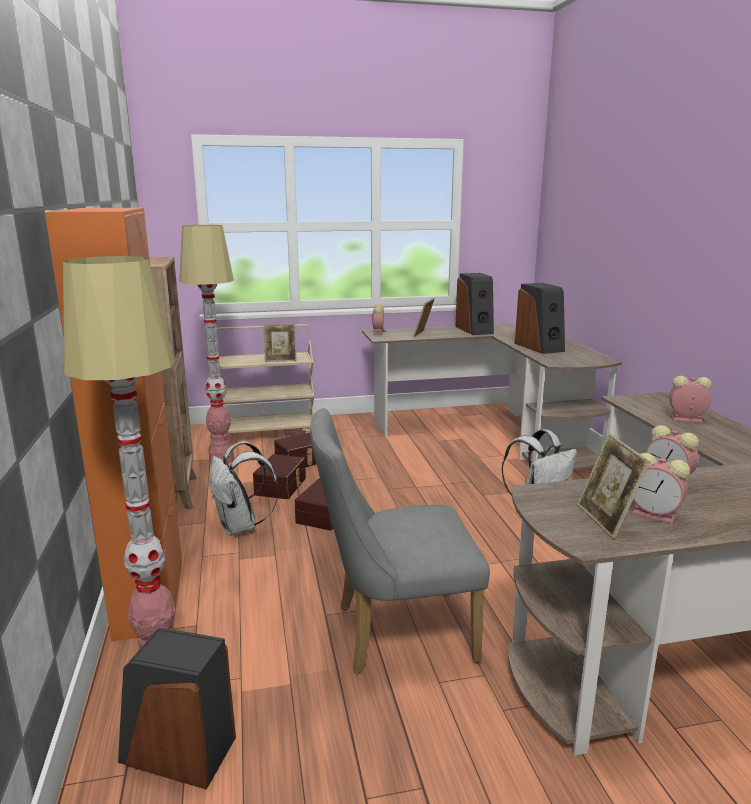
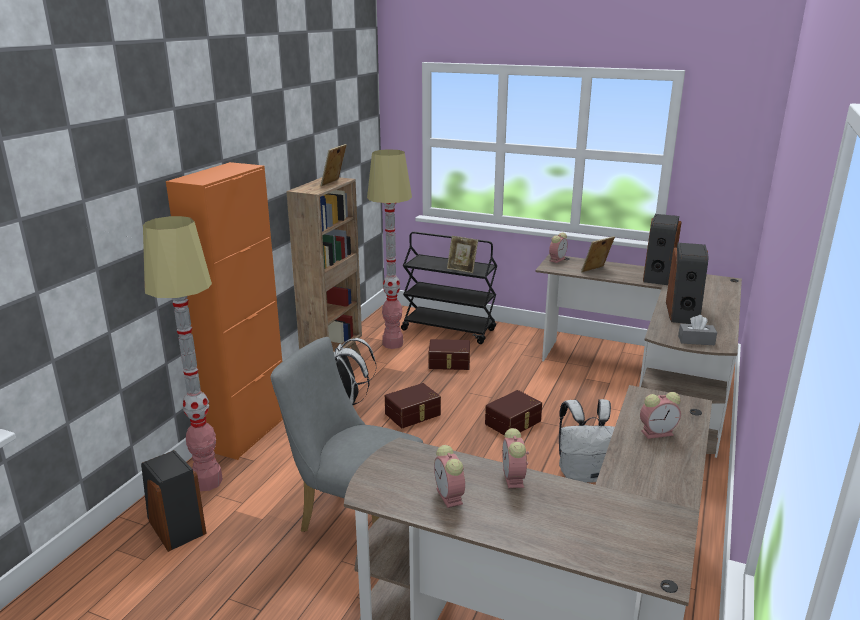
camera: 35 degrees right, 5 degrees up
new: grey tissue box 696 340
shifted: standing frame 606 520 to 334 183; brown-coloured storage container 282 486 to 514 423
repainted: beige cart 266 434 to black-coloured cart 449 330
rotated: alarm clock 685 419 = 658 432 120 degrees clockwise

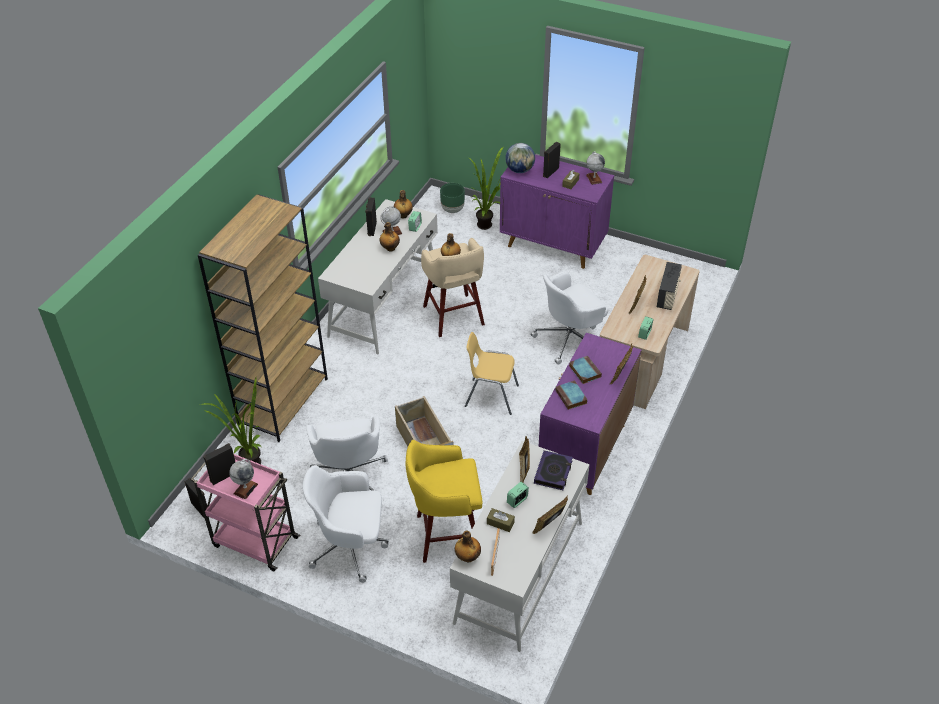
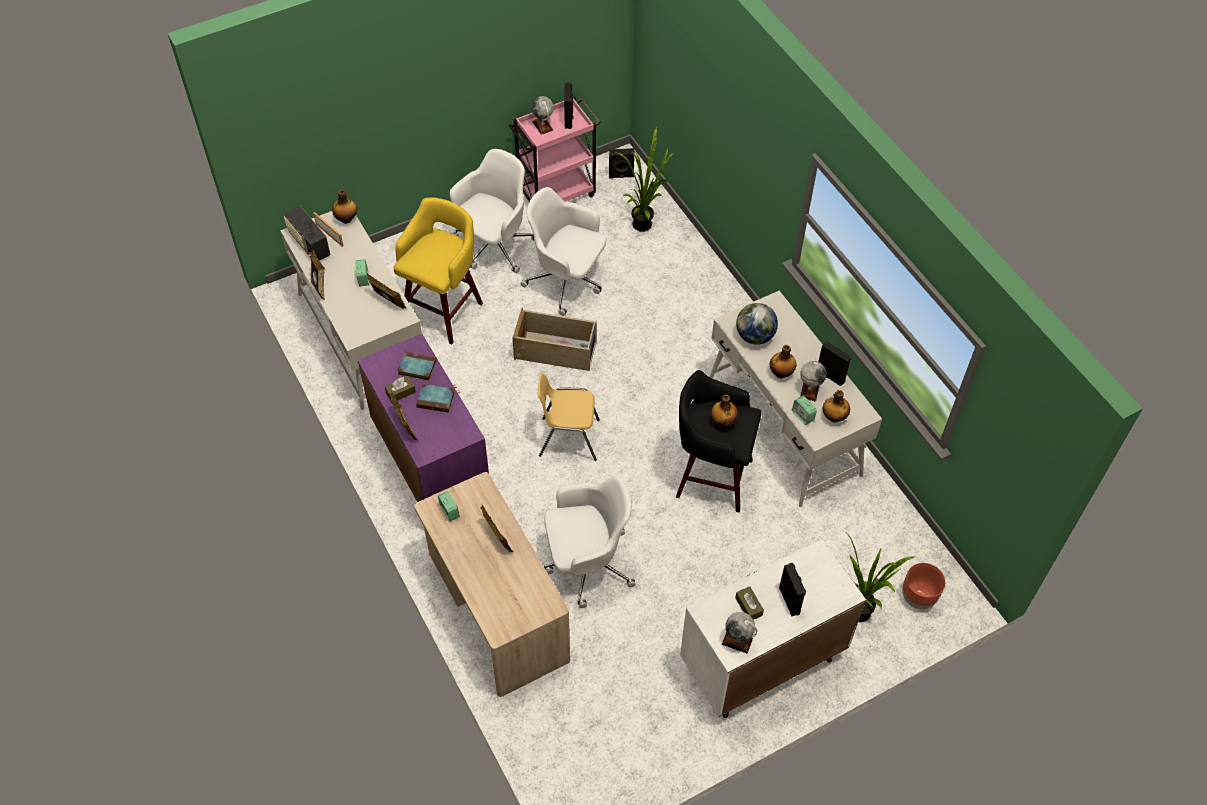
camera: 125 degrees right, 10 degrees up
gone: brown-coloured bookshelf 283 402; bound book 553 472
shifted: radio 668 295 to 309 244; brown-coloured tissue box 500 523 to 400 392; globe 520 170 to 754 336
repainted: beige sitting stool 454 317 to black-coloured sitting stool 711 477; purple storage cabinet 553 245 to white-coloured storage cabinet 760 663; green-coloured flower pot 453 209 to brown-coloured flower pot 918 598
rotated: yellowish plain chair 491 396 = 568 438 135 degrees counterclockwise; white-coloured desk chair 570 339 = 587 563 75 degrees clockwise

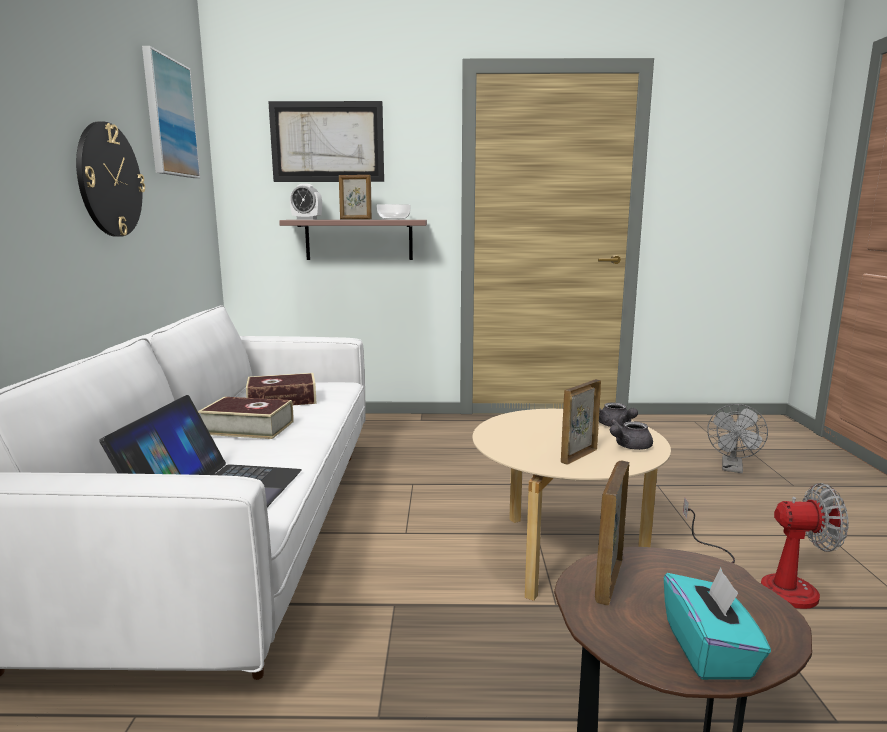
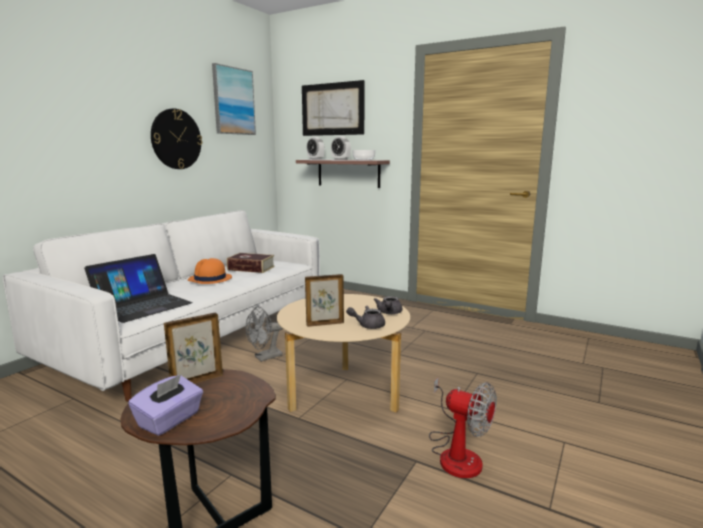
camera: 30 degrees right, 0 degrees up
shifted: grey electric fan 732 468 to 264 357
swapped: bound book 248 427 to orangey hat 210 279; standing frame 355 219 to alarm clock 340 159
repainted: turquoise tissue box 709 651 to purple tissue box 170 420

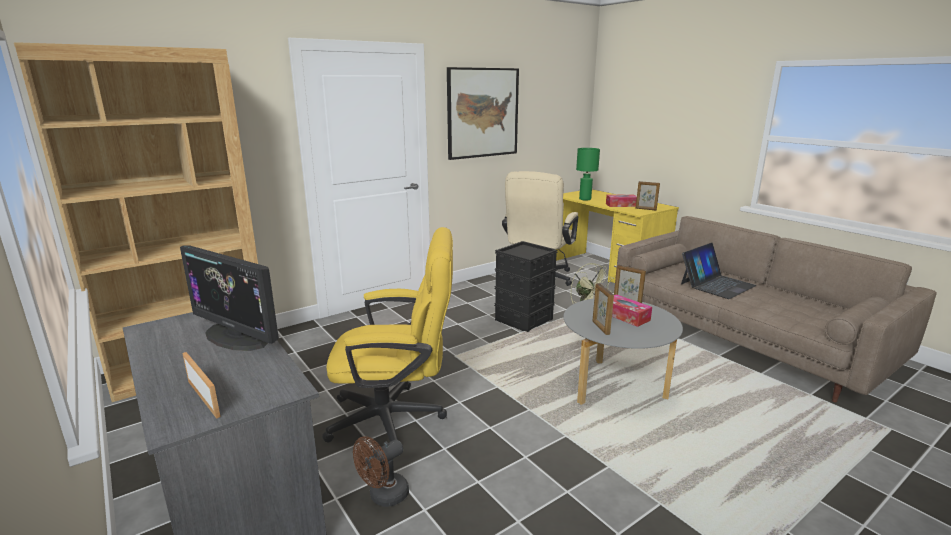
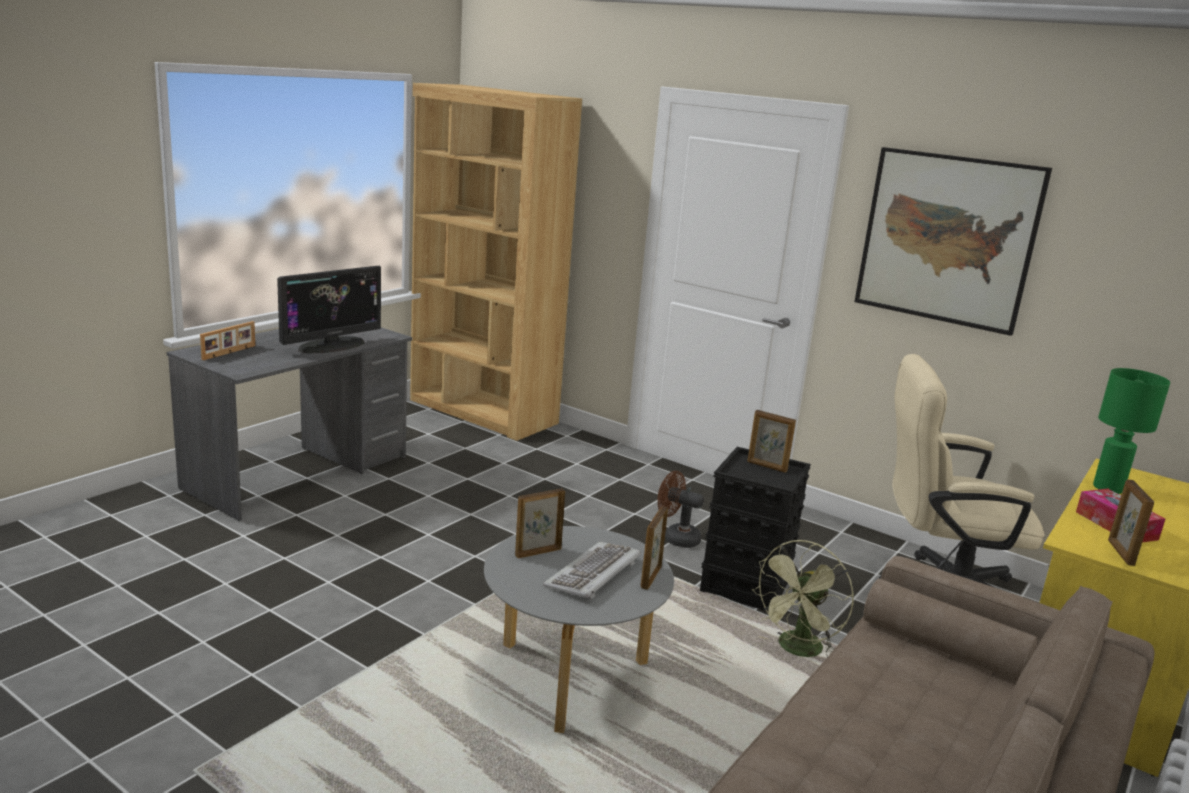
camera: 70 degrees right, 0 degrees up
gone: yellowish desk chair 397 418; notebook computer 717 284
new: standing frame 767 466
shifted: brown-coloured electric fan 383 497 to 676 538
swapped: tissue box 625 316 to PC keyboard 594 574
rotated: computer screen 237 337 = 331 345 150 degrees counterclockwise

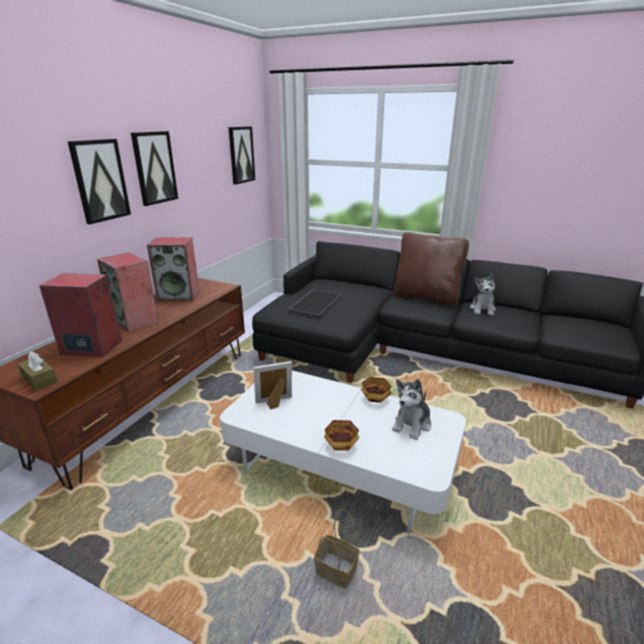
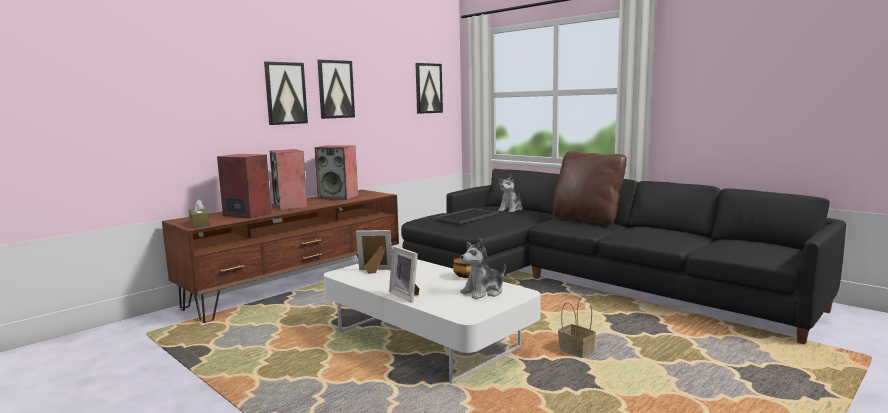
camera: 20 degrees right, 15 degrees down
shifted: soft toy 482 309 to 511 209; household basket 334 571 to 575 351
swapped: bowl 342 446 to standing frame 406 295

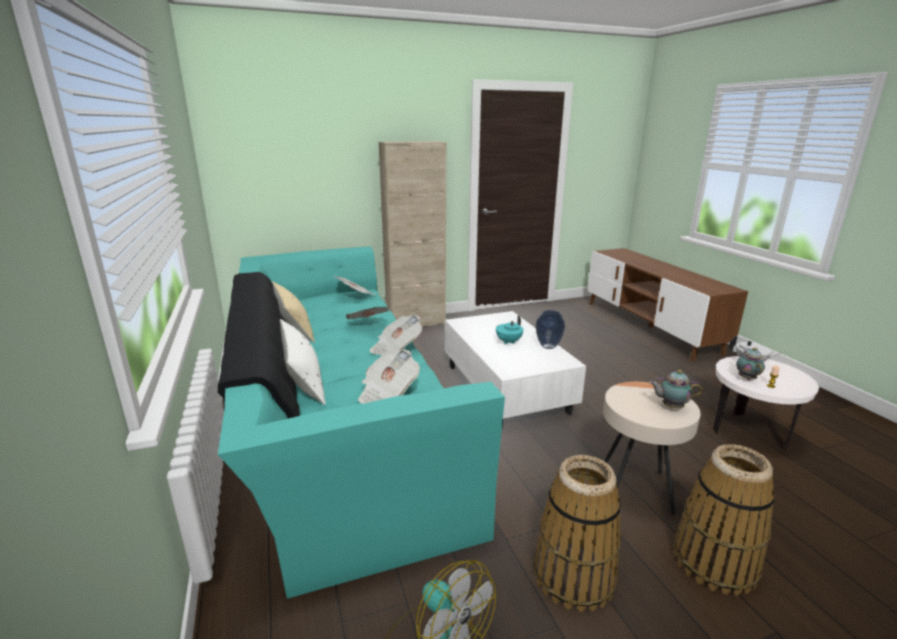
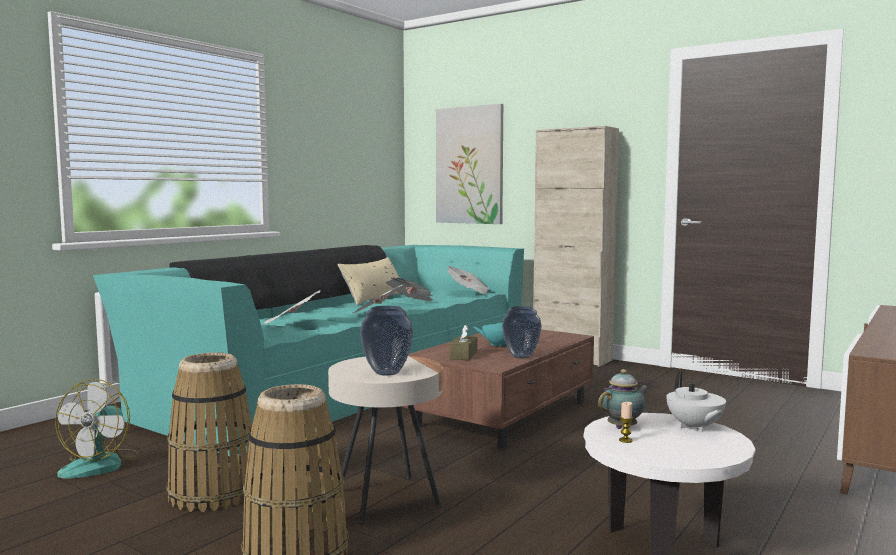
camera: 55 degrees right, 15 degrees down
gone: white-coloured throw pillow 303 380
new: wall picture 469 165; brown-coloured tissue box 463 355
swapped: tea pot 670 407 to flower vase 387 373
repainted: white-coloured lounge table 505 387 to brown-coloured lounge table 505 413

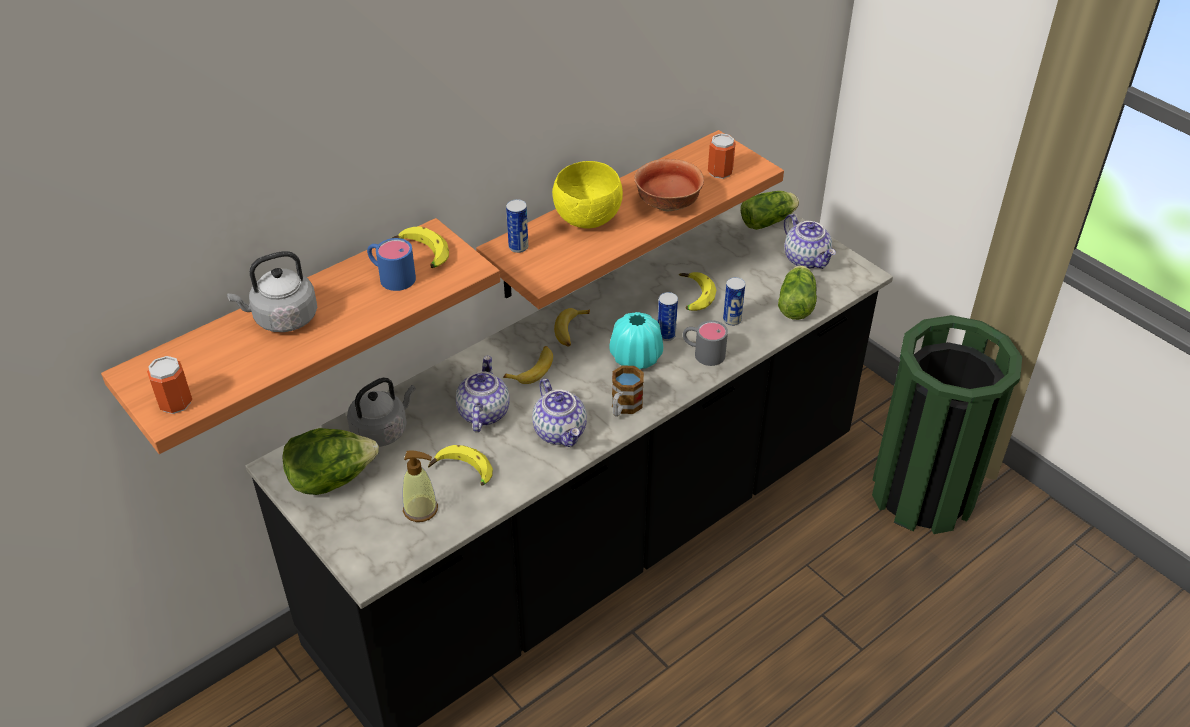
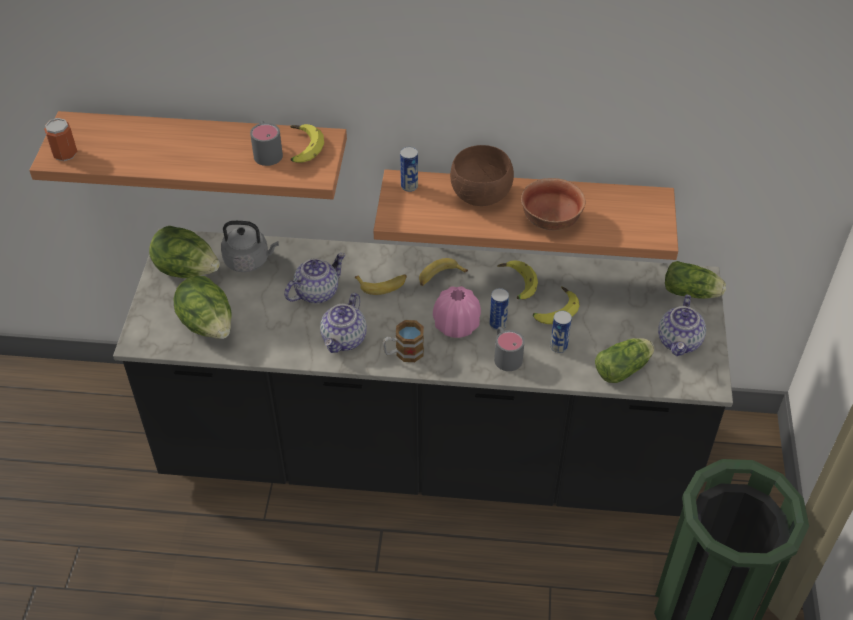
camera: 45 degrees right, 5 degrees up
gone: grey kettle 282 319; metal can 720 172
shifted: banana 462 473 to 515 284
swapped: liquid soap bottle 421 509 to lettuce head 208 326
repainted: bluish coffee mug 391 276 to grey coffee mug 267 151; turquoise flower vase 636 358 to pinkish flower vase 456 325; yellowish bowl 589 219 to brown-coloured bowl 481 197

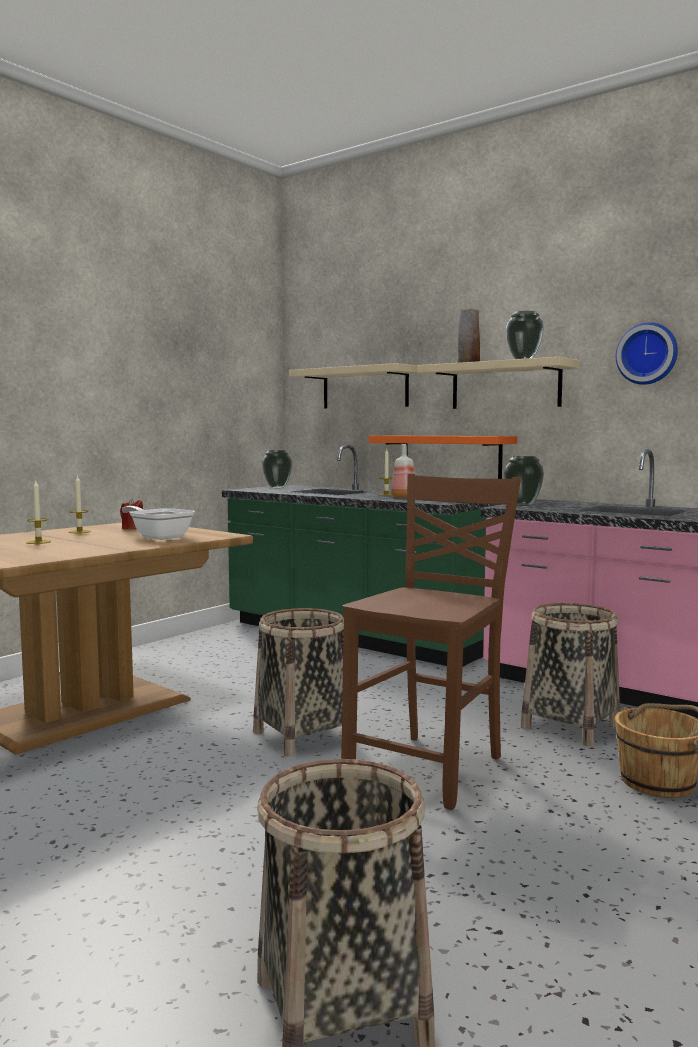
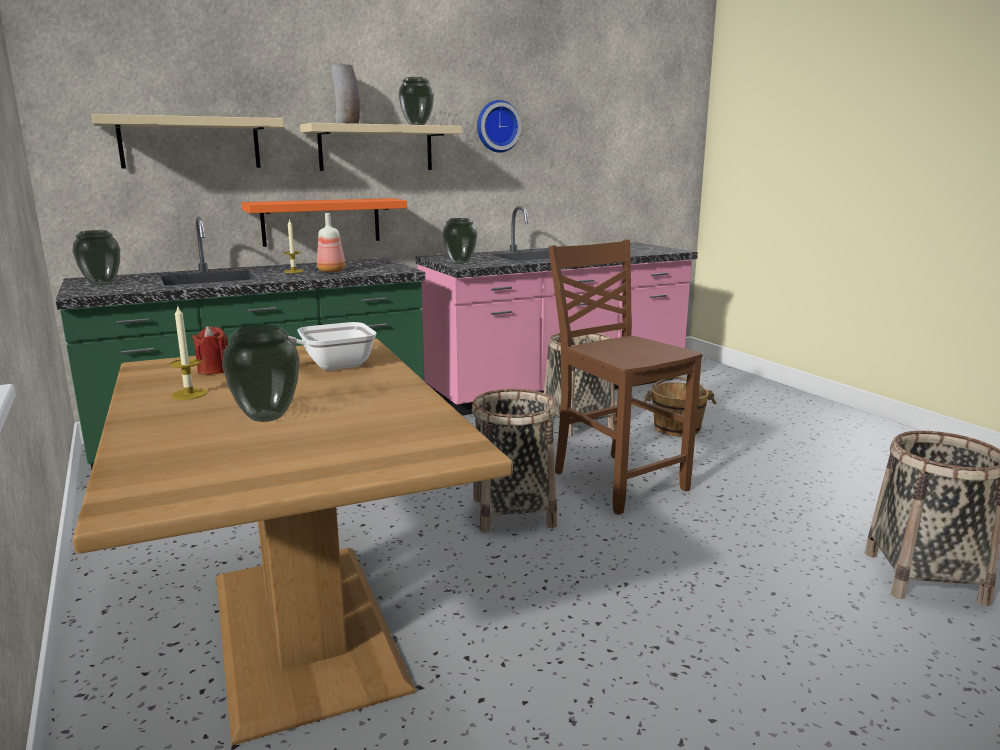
camera: 65 degrees left, 10 degrees up
swapped: wax candle 38 542 to flower vase 265 417

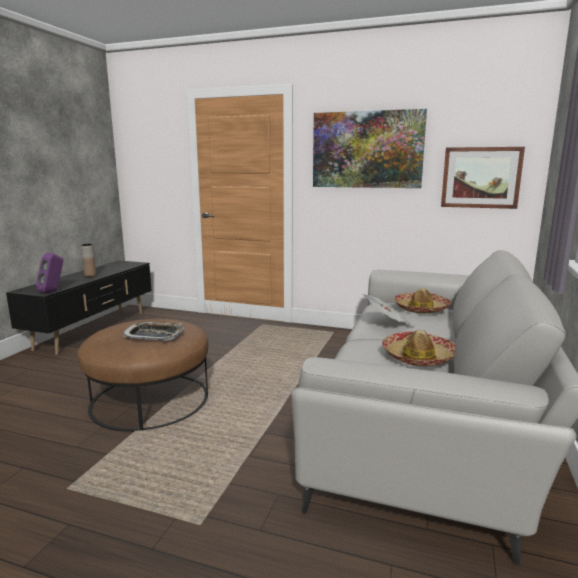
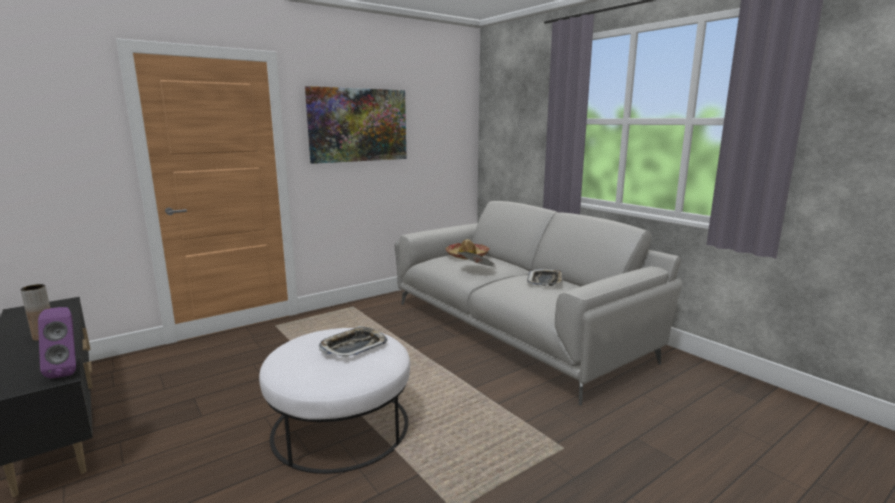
camera: 55 degrees left, 0 degrees up
gone: wall picture 480 177
swapped: hat 418 357 to serving tray 545 281
repainted: brown-coloured footrest 150 399 to white-coloured footrest 340 426

